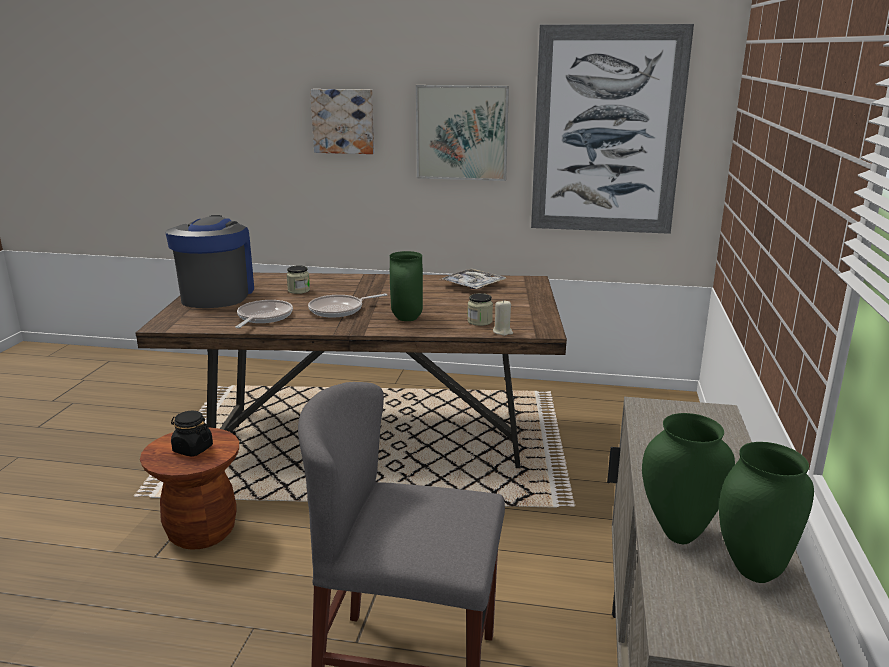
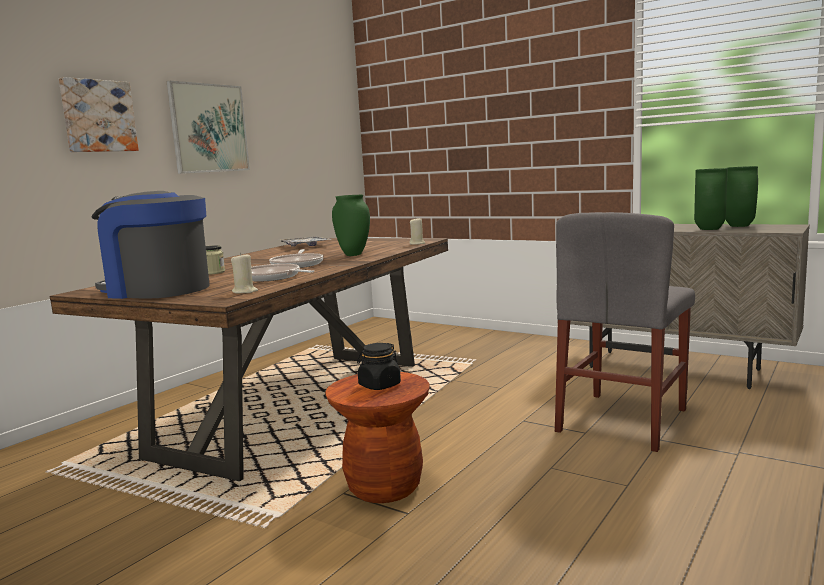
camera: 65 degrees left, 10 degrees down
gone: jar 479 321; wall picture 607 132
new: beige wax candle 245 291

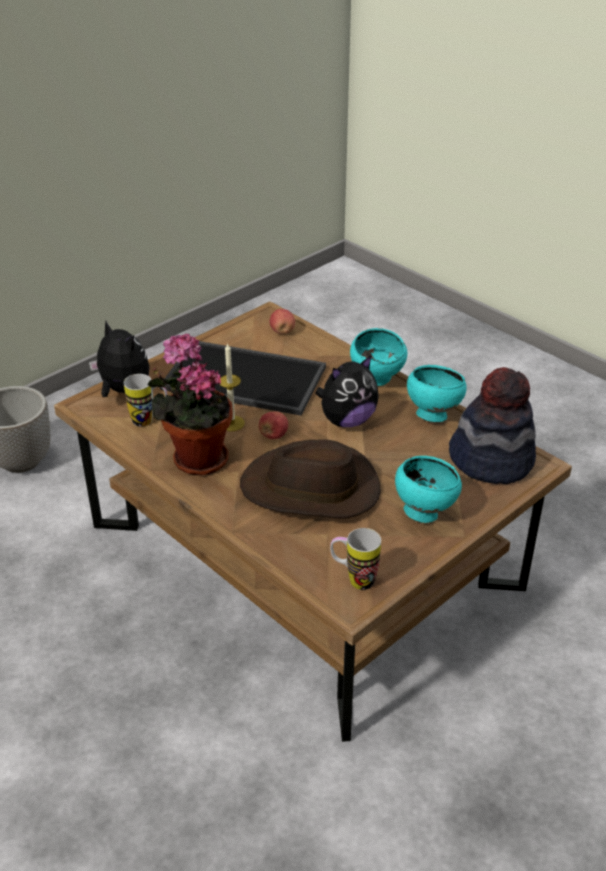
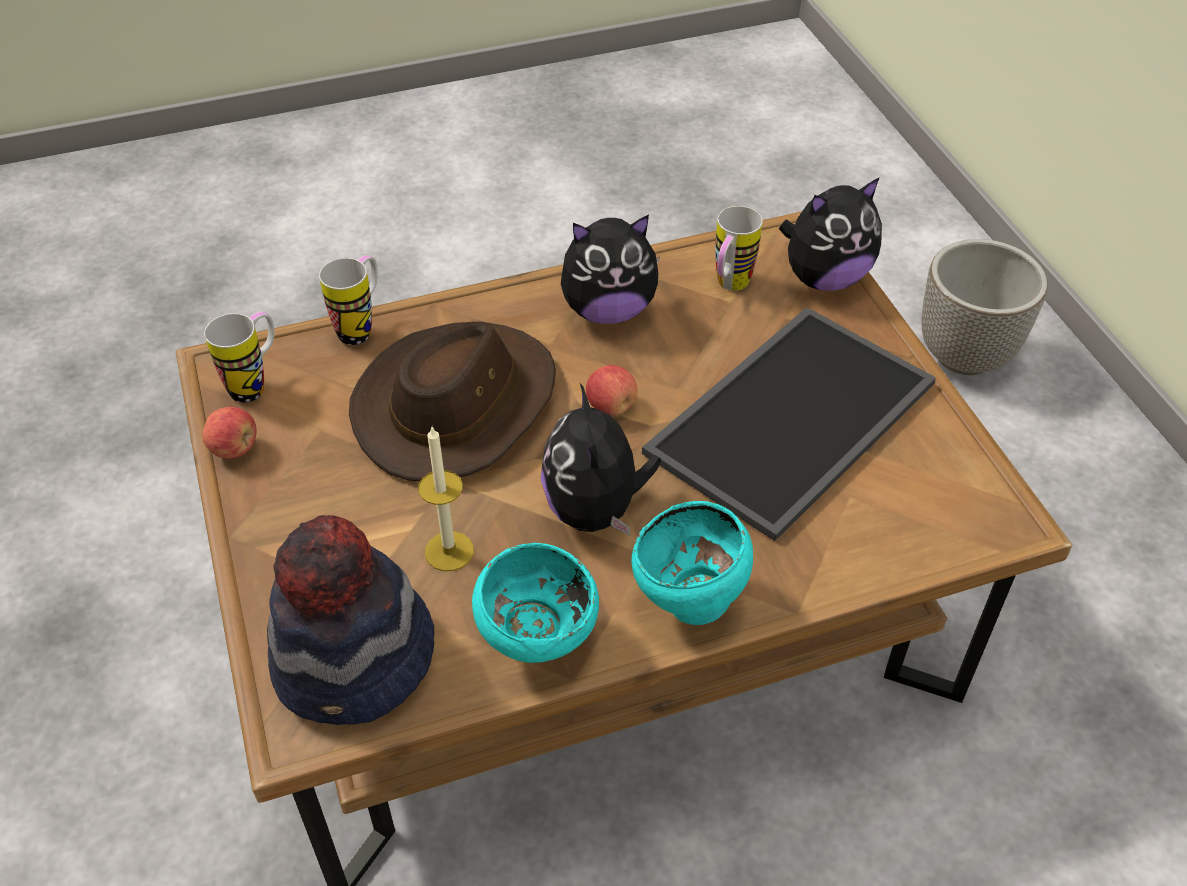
camera: 115 degrees right, 10 degrees up
gone: turquoise bowl 423 512
new: coffee mug 361 327
shifted: apple 282 331 to 235 448; wax candle 231 423 to 449 551
swapped: houseplant 196 458 to soft toy 608 310

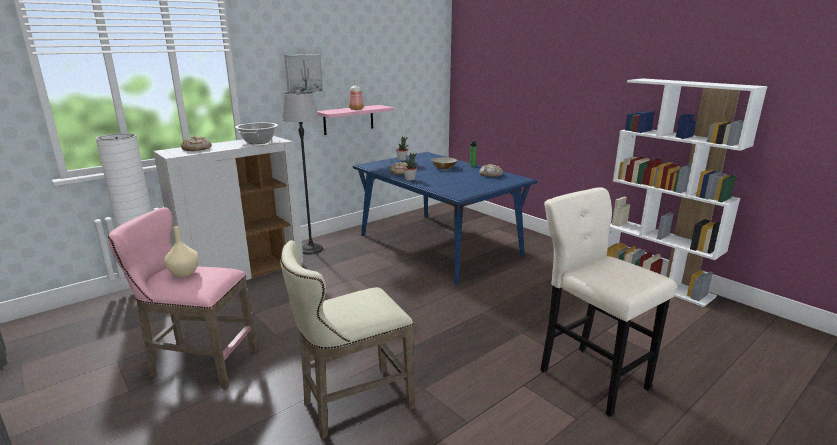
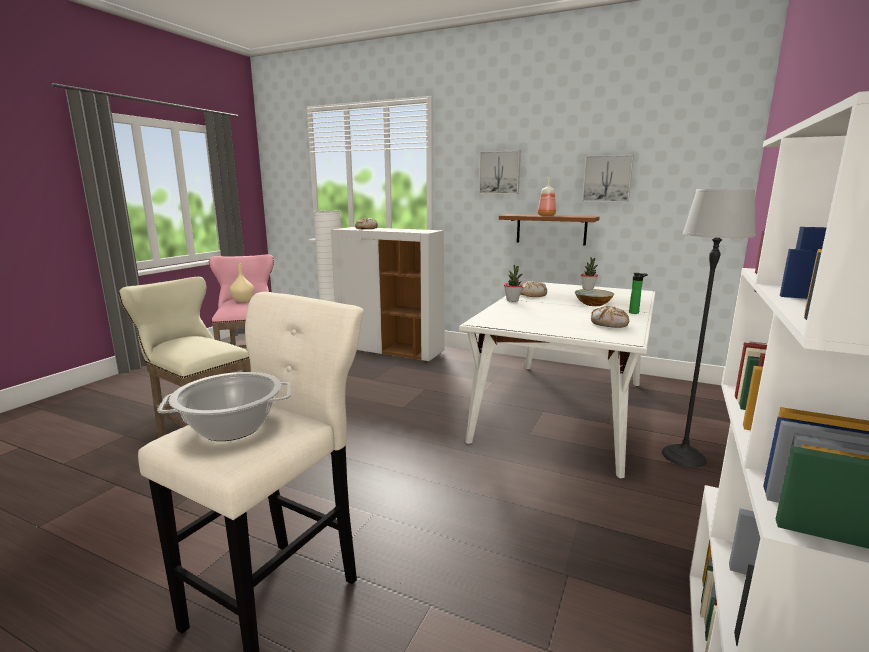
camera: 65 degrees right, 5 degrees down
new: wall picture 607 178
shifted: cooking pot 258 142 to 232 428; floor lamp 311 249 to 683 456
repainted: bluish dining table 438 245 to white-coloured dining table 562 409; pinkish wall shelf 348 119 to brown-coloured wall shelf 551 229

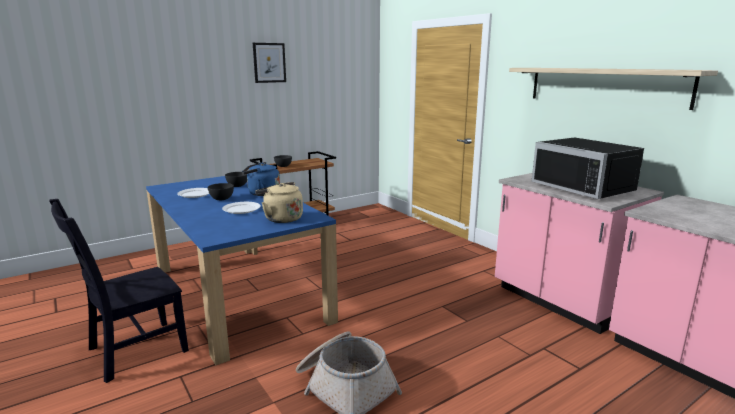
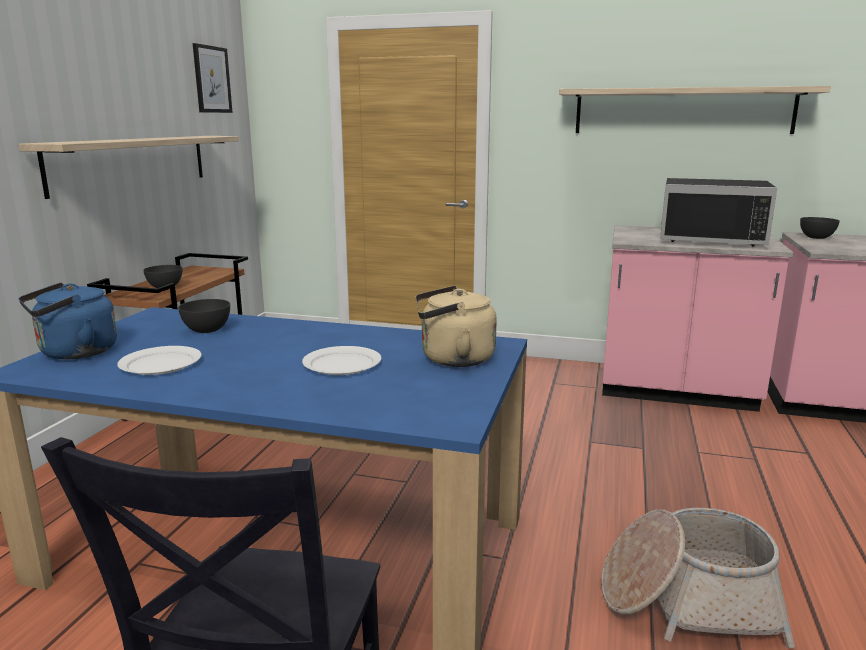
camera: 40 degrees left, 0 degrees up
new: wall shelf 132 162
shifted: bluish kettle 261 193 to 74 353; wall picture 269 62 to 212 79; grey bowl 221 199 to 816 238

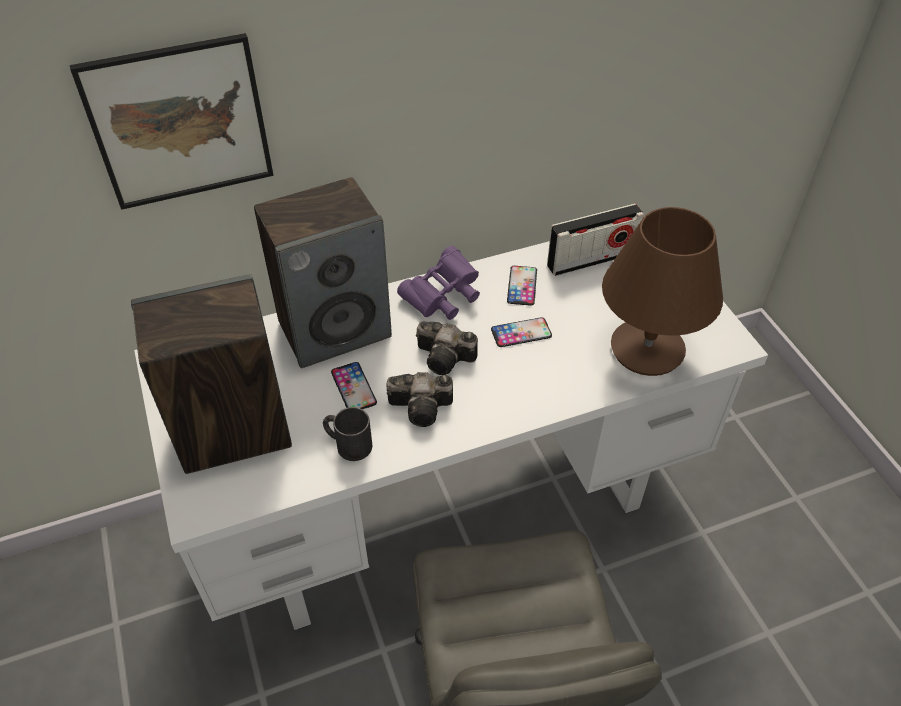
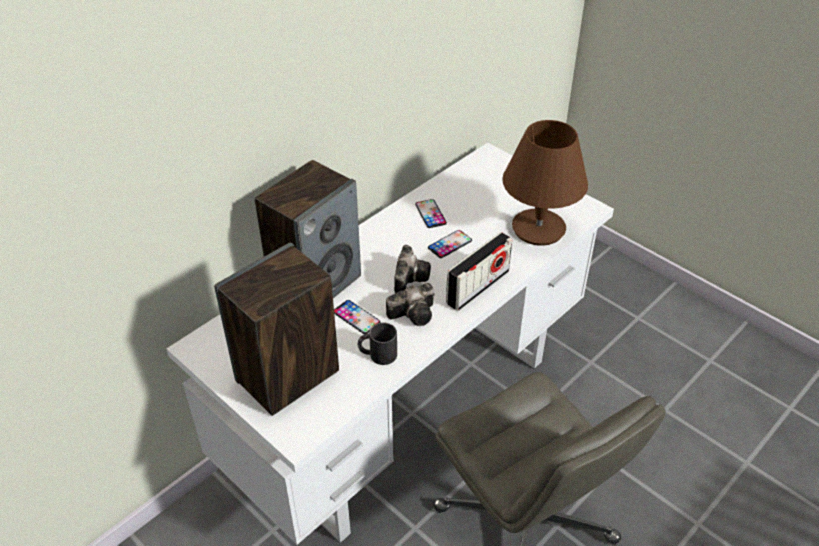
camera: 25 degrees left, 5 degrees down
gone: wall picture 180 123; purple field glasses 443 297
shifted: radio 591 259 to 478 287
rotated: still camera 447 358 = 410 277 75 degrees counterclockwise

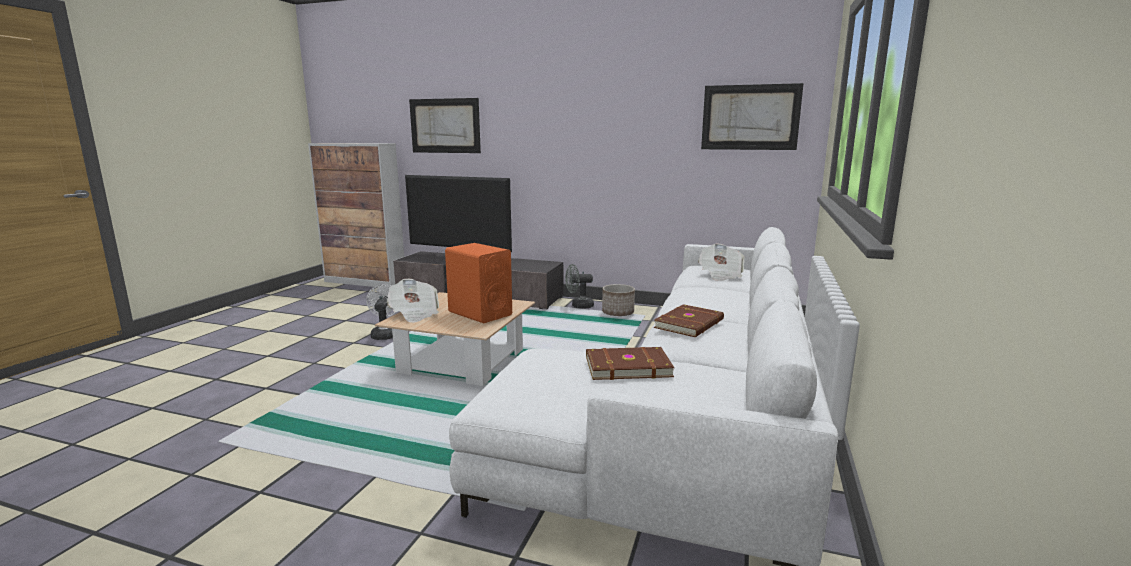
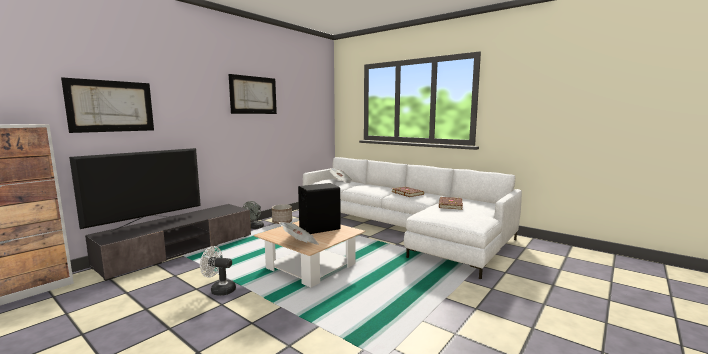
camera: 70 degrees left, 5 degrees down
shifted: wall picture 750 117 to 253 95
repainted: orangey loudspeaker 479 313 to black-coloured loudspeaker 319 228

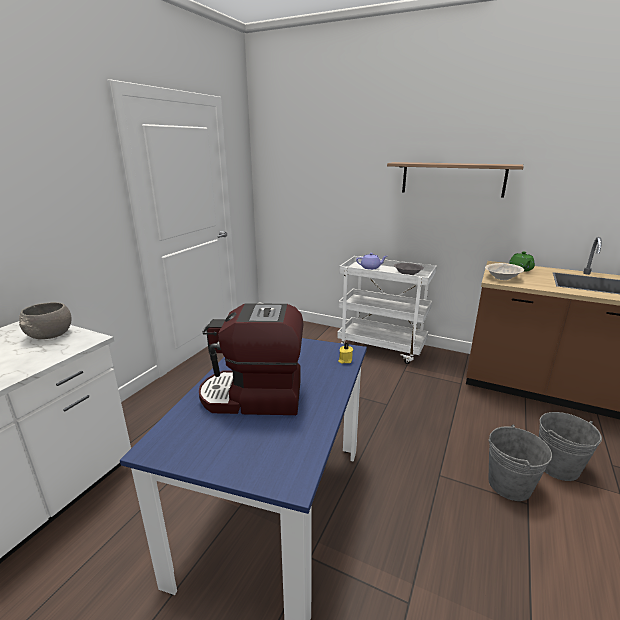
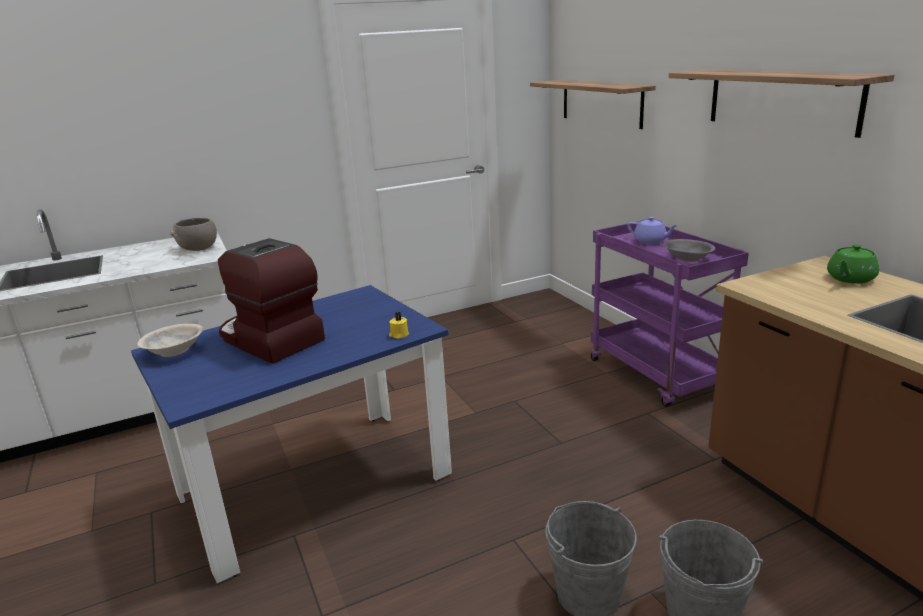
camera: 40 degrees right, 0 degrees up
new: wall shelf 601 102
shifted: beige bowl 502 278 to 174 352
repainted: white-coloured cart 382 347 to purple cart 658 375

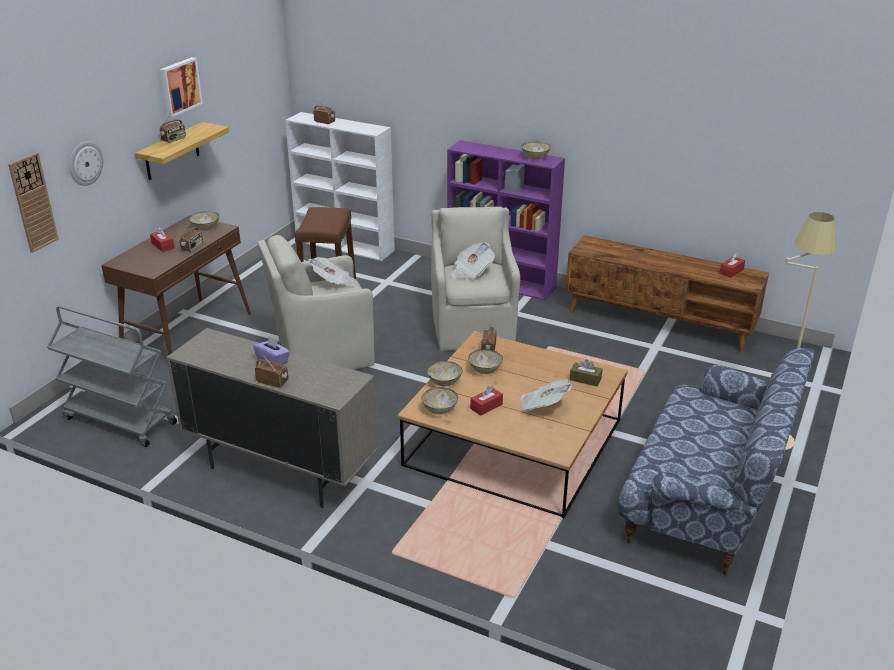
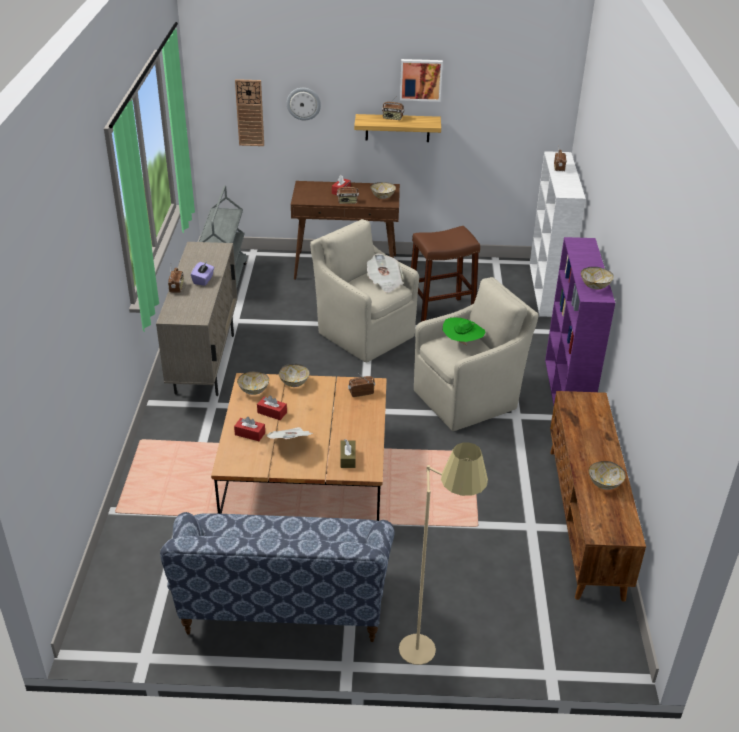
camera: 65 degrees right, 5 degrees up
shifted: red tissue box 731 271 to 250 434; bowl 485 370 to 605 484
swapped: newspaper 471 272 to green-coloured hat 462 343

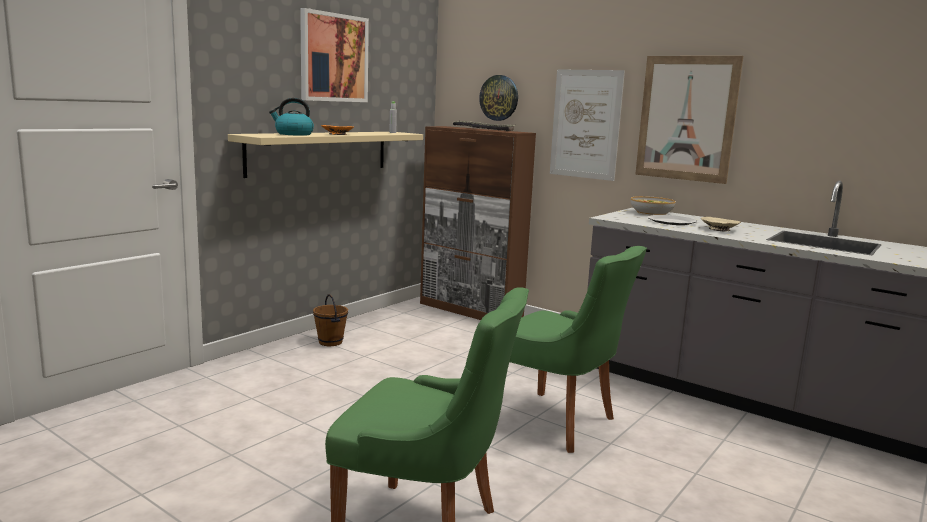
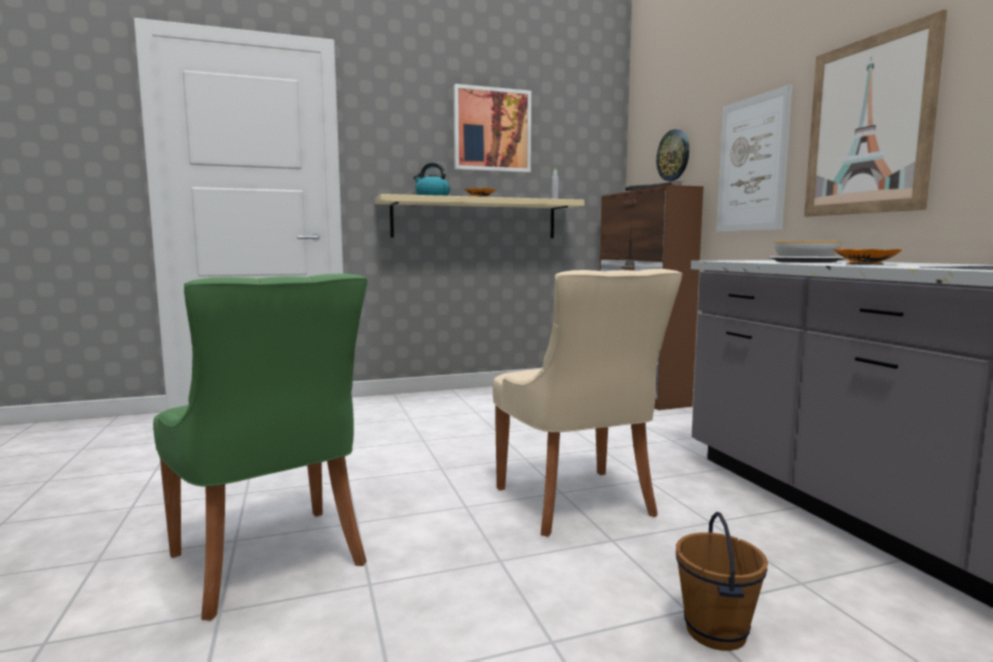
camera: 35 degrees right, 5 degrees down
shifted: brown-coloured pail 331 342 to 717 632
repainted: green-coloured plain chair 558 422 to beige plain chair 577 503; beige bowl 719 229 to orangey bowl 864 264

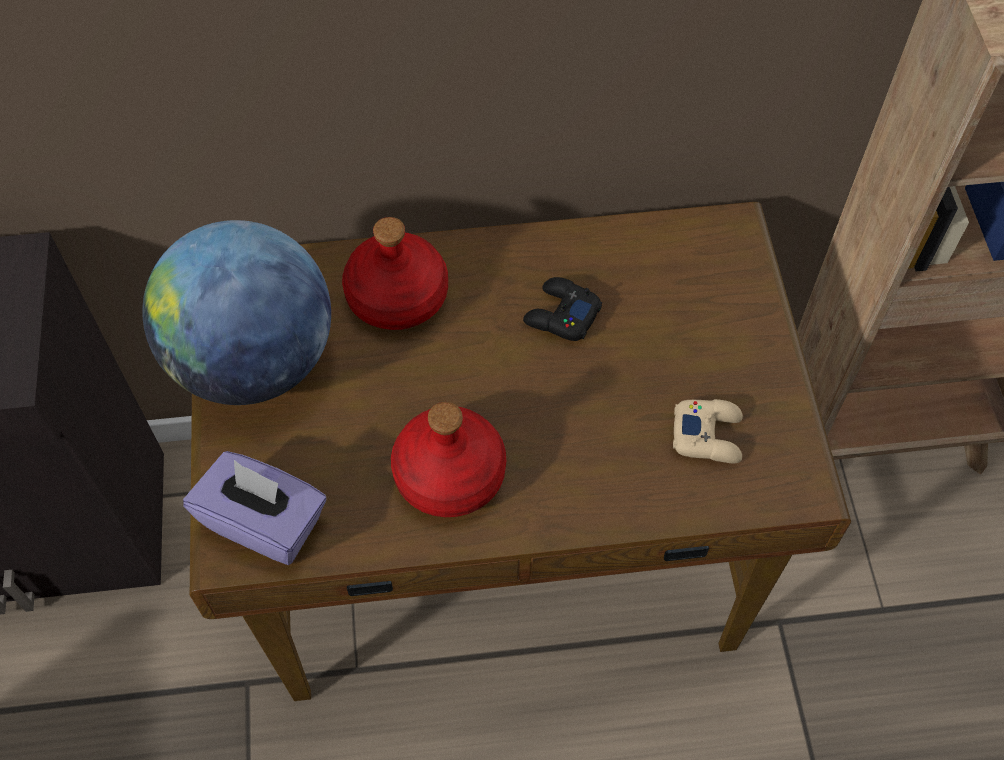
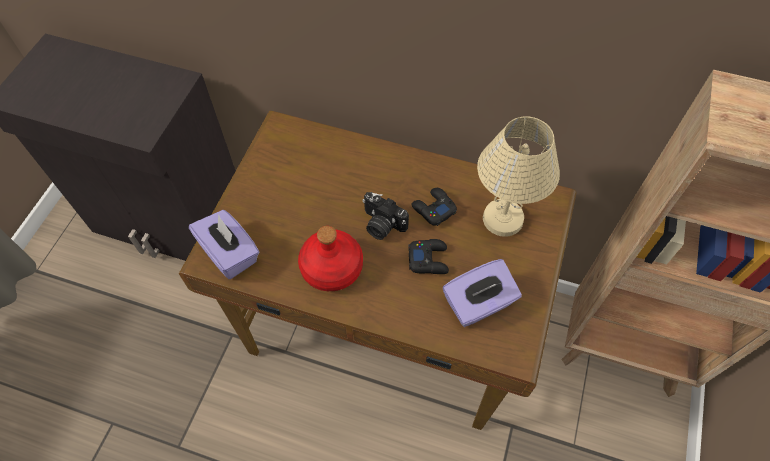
camera: 25 degrees right, 0 degrees up
gone: globe 254 361; red bottle 399 297
new: still camera 381 225; black-coloured joypad 428 259; beige table lamp 502 218
swapped: beige joypad 708 435 to purple tissue box 478 304

